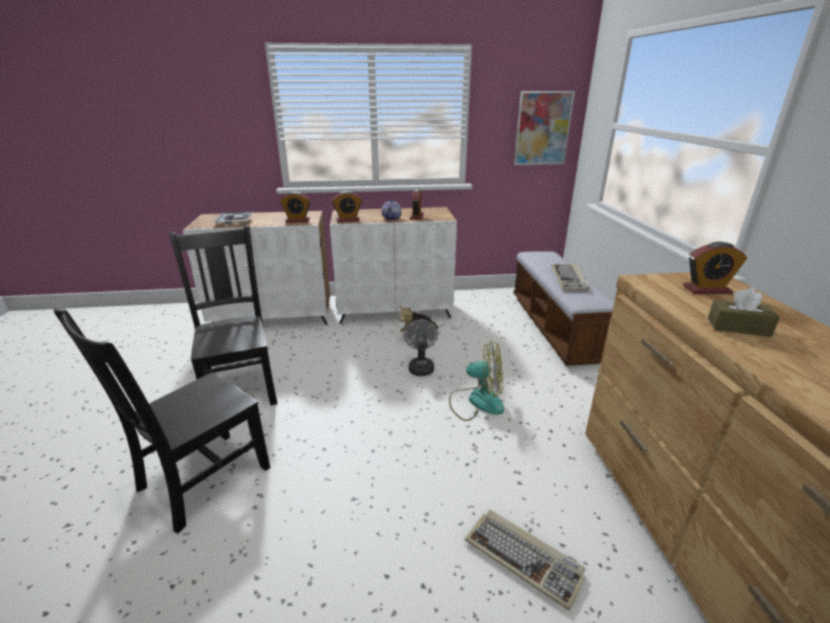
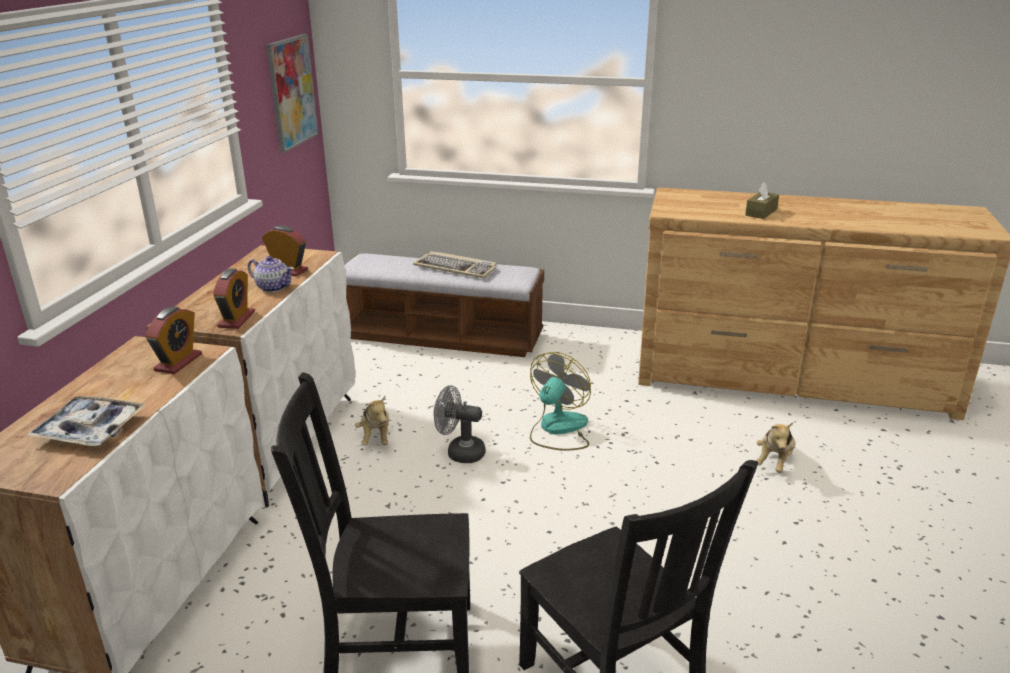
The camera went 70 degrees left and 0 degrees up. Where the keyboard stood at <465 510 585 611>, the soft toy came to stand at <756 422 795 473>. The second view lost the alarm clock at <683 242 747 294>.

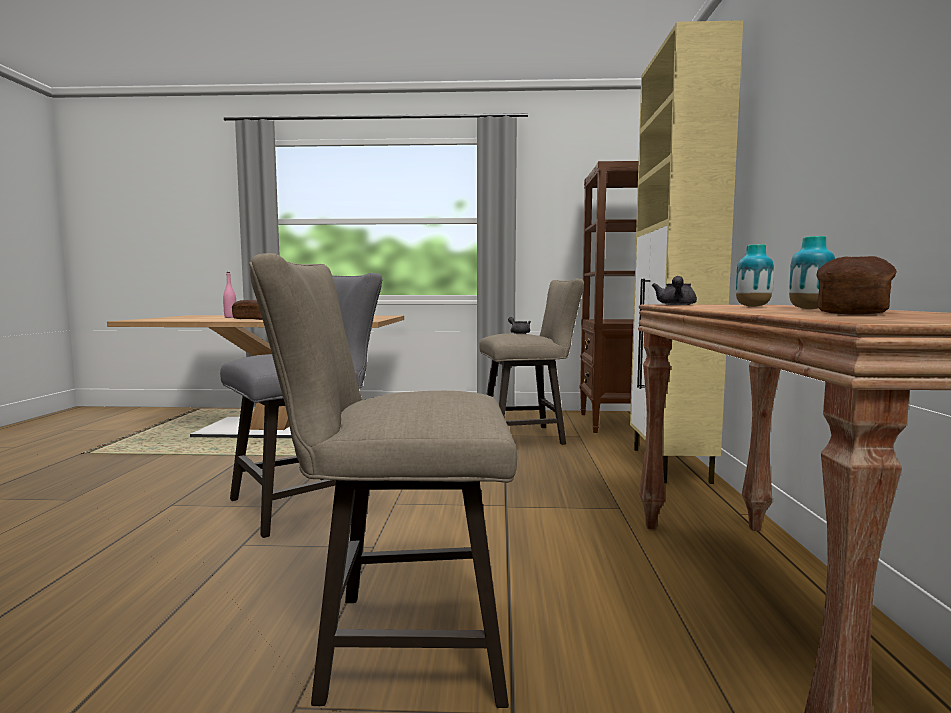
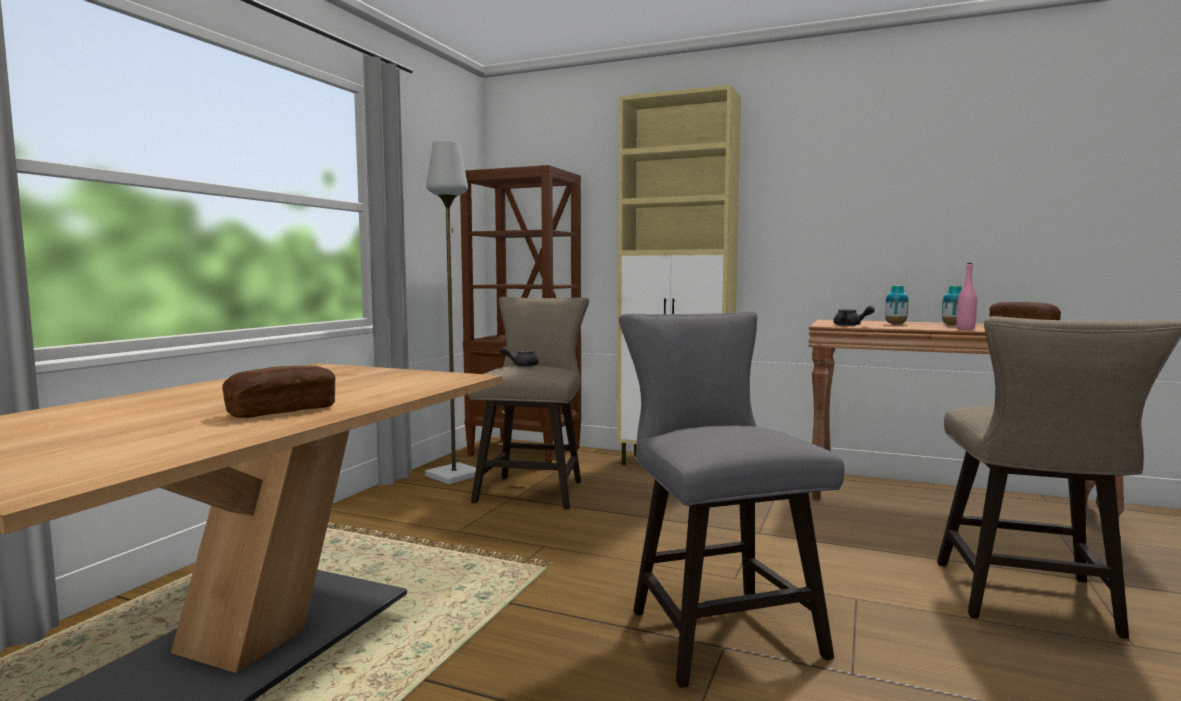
The camera went 70 degrees left and 0 degrees up. The pinkish drink bottle ended up elsewhere, having gone from <223 272 236 318> to <956 263 977 330>. The second view gained the gray standard lamp at <425 141 476 484>.

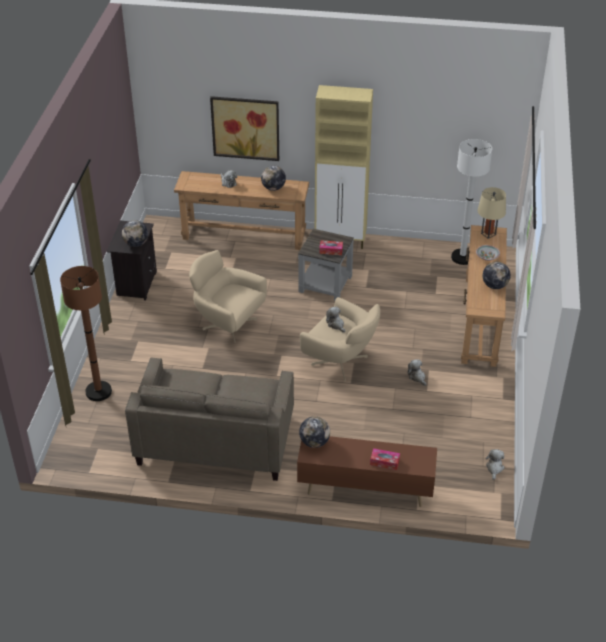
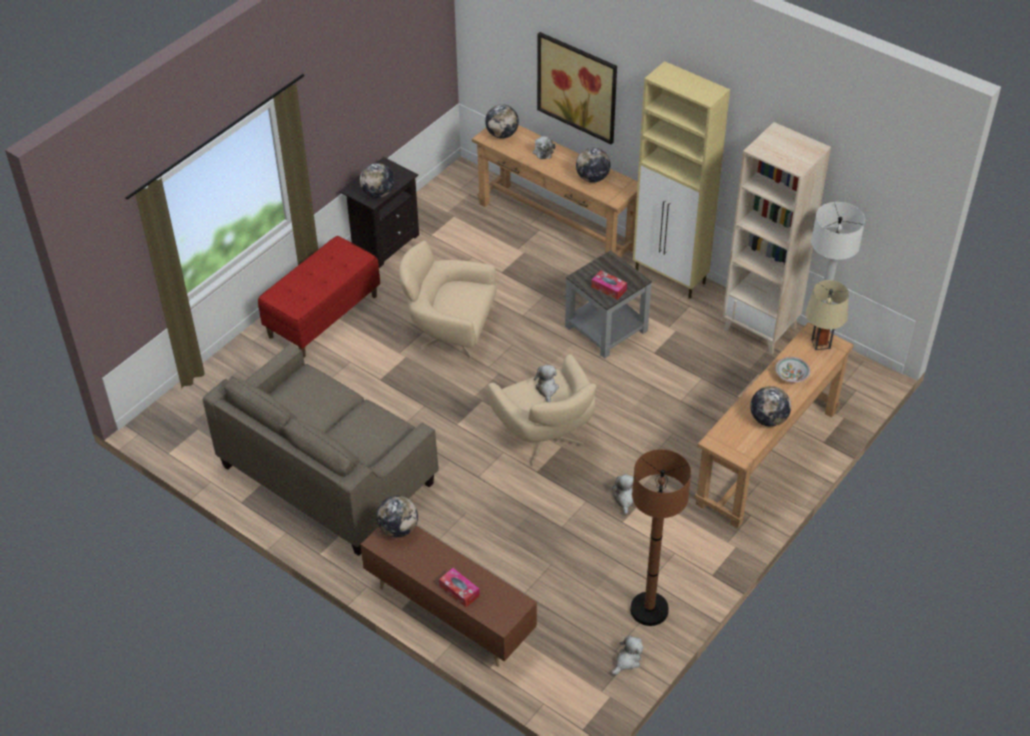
The camera went 30 degrees right and 5 degrees up. The brownish standard lamp ended up elsewhere, having gone from <60 266 112 401> to <630 449 691 626>. The beige easy chair at <189 250 267 342> ended up facing another way, 45 degrees counterclockwise from before. The second view gained the red-coloured long seat at <258 236 380 358>. The second view gained the desk globe at <485 104 519 138>. The second view gained the beige shelving unit at <722 122 831 354>.

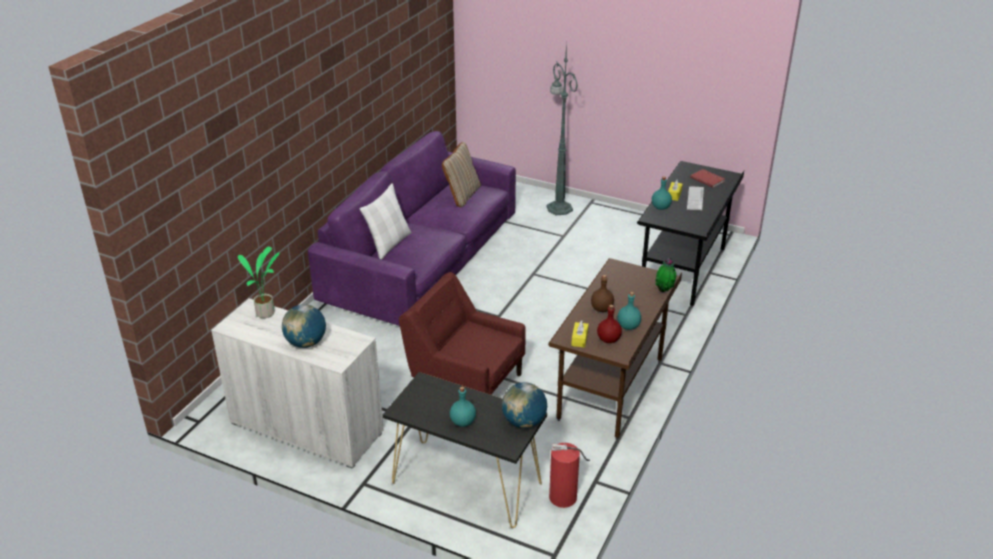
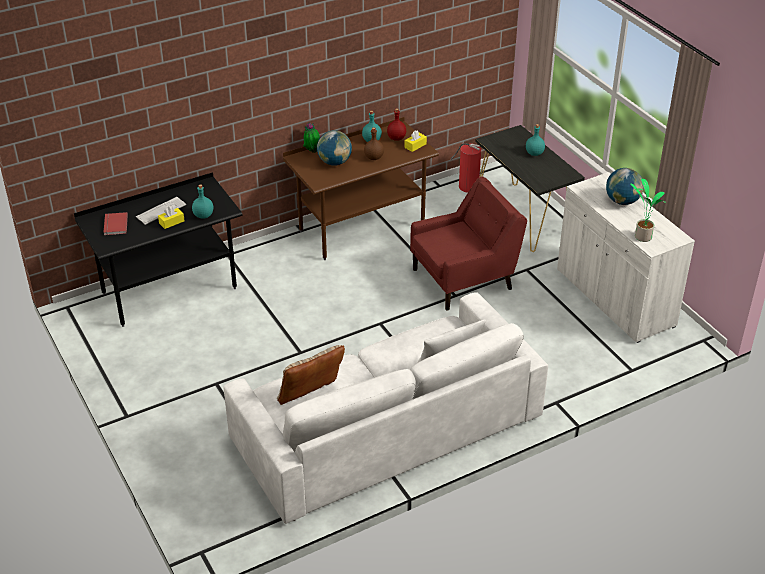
The camera went 145 degrees left and 5 degrees up. What was the purplish sofa at <308 131 516 326> turned into the whitish sofa at <224 292 548 524>. The red-coloured easy chair at <399 272 526 395> ended up facing another way, 90 degrees counterclockwise from before. The desk globe ended up elsewhere, having gone from <502 382 547 428> to <317 130 352 166>. The second view lost the green standard lamp at <546 43 578 215>.

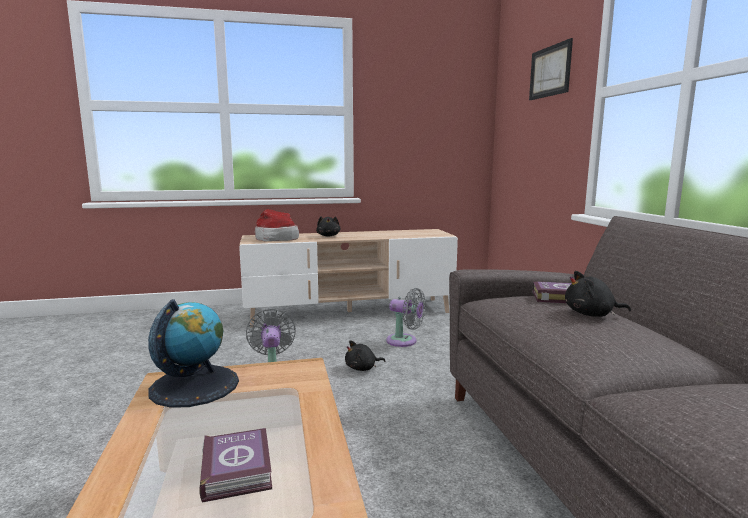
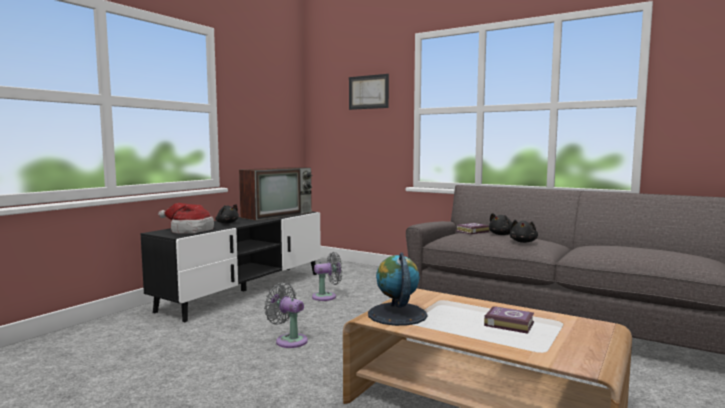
The camera went 45 degrees left and 5 degrees down. What was the beige tv stand at <239 229 458 327> turned into the black-coloured tv stand at <140 212 321 322>. The black-coloured soft toy ended up elsewhere, having gone from <345 340 385 371> to <510 220 538 243>. The second view gained the TV at <239 167 312 220>.

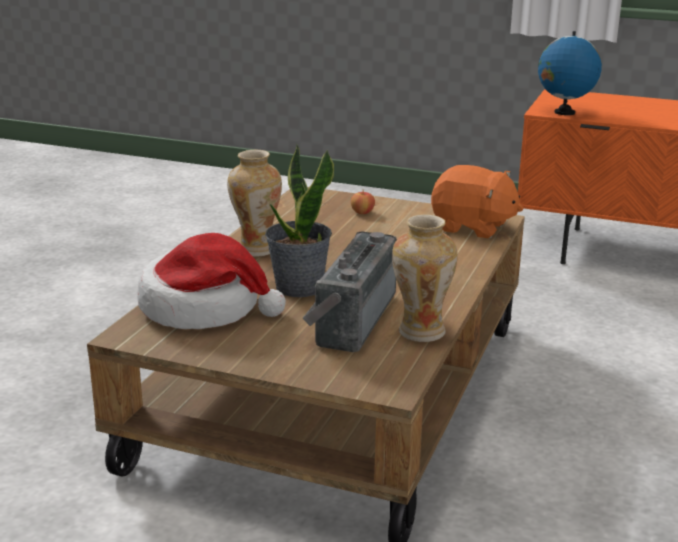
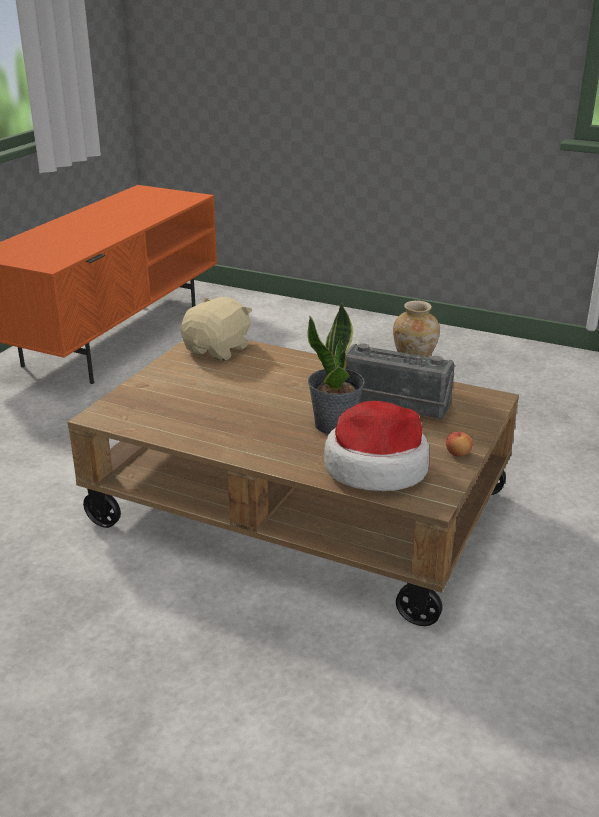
The camera went 85 degrees left and 5 degrees up. The second view lost the vase at <227 150 282 256>. The apple ended up elsewhere, having gone from <351 192 375 214> to <446 431 472 457>. What was the orange-coloured soft toy at <431 165 523 238> turned into the beige soft toy at <181 297 252 361>. The second view lost the desk globe at <538 31 602 115>.

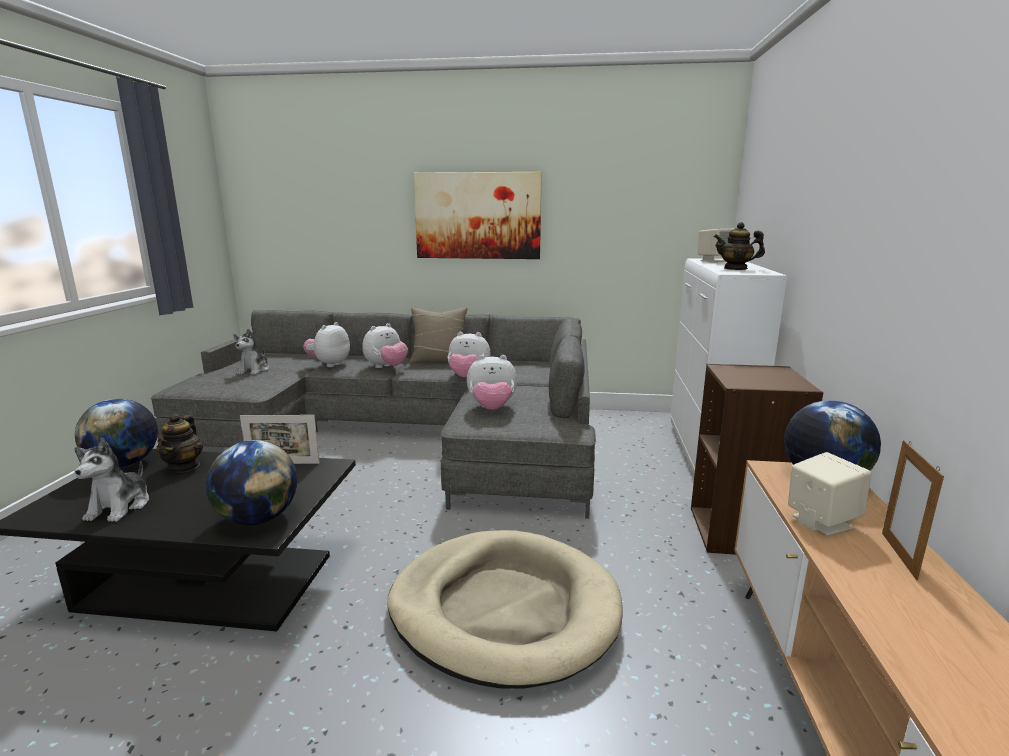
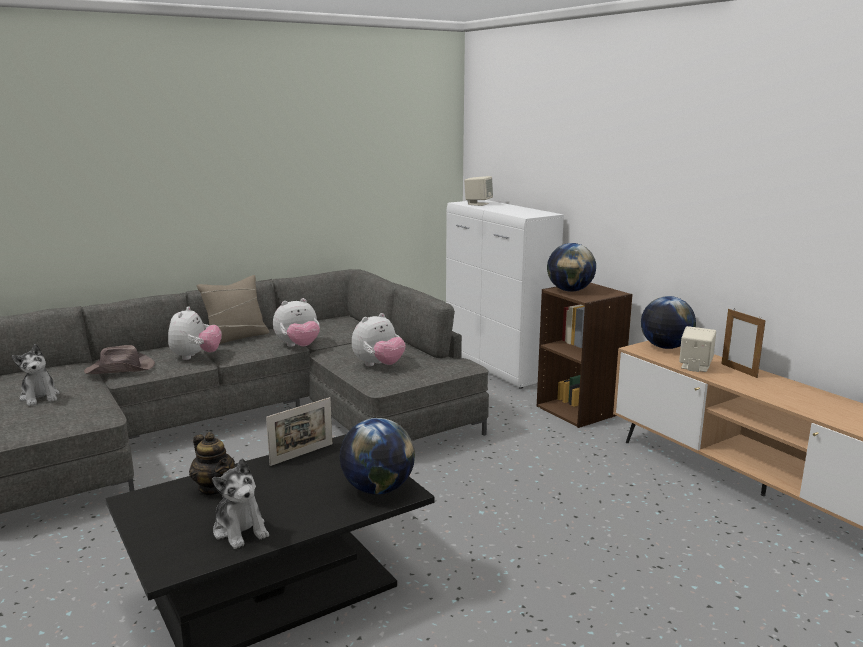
The camera went 40 degrees left and 0 degrees up. The desk globe ended up elsewhere, having gone from <75 399 158 468> to <547 243 596 292>. Where the soft toy stood at <303 322 350 367>, the brownish wearable hat came to stand at <84 345 155 374>. The second view lost the beige dog bed at <388 530 623 689>. The second view lost the wall picture at <413 172 542 259>. The second view lost the tea pot at <714 222 765 270>.

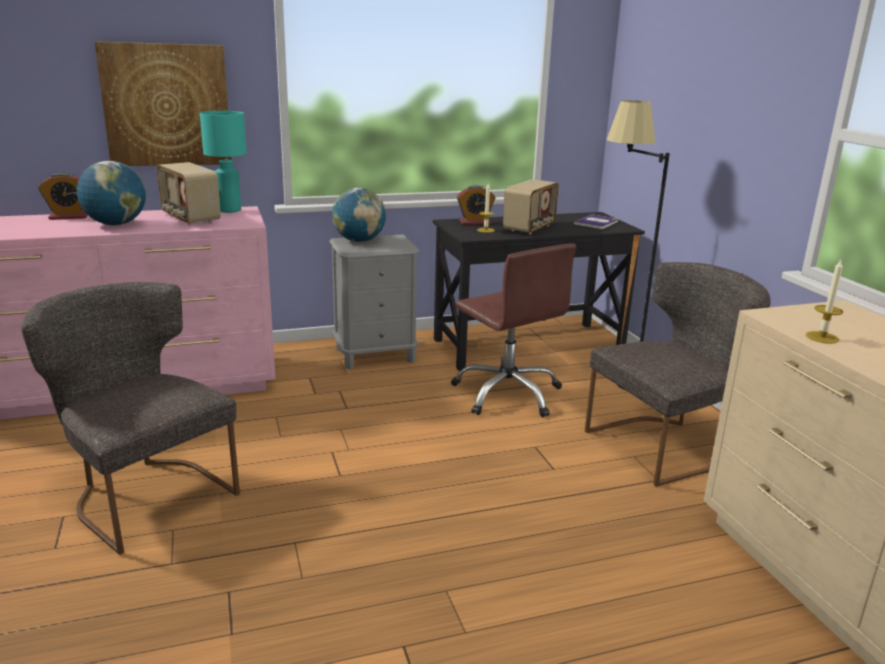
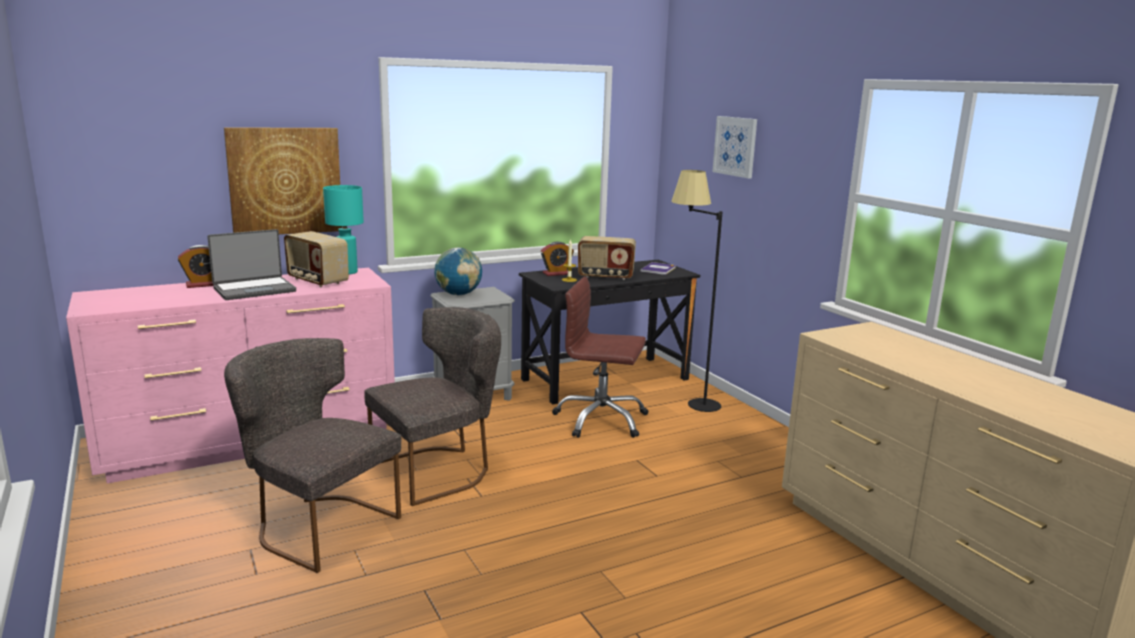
The camera went 10 degrees left and 5 degrees down. Where the desk globe stood at <77 161 146 226>, the laptop came to stand at <207 229 296 300>. The brownish computer chair at <451 243 576 417> ended up facing another way, 150 degrees clockwise from before. The radio at <503 179 559 234> ended up facing another way, 75 degrees clockwise from before. The gray chair ended up elsewhere, having gone from <585 262 770 487> to <364 307 501 506>. The second view lost the wax candle at <806 260 844 344>. The second view gained the wall picture at <712 116 757 179>.

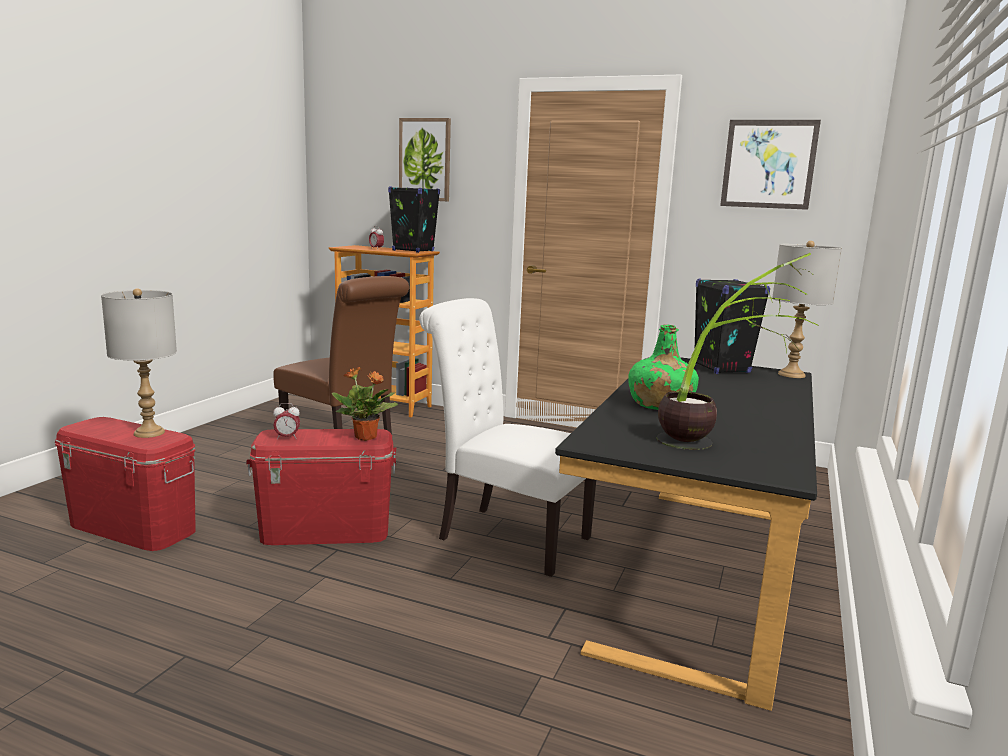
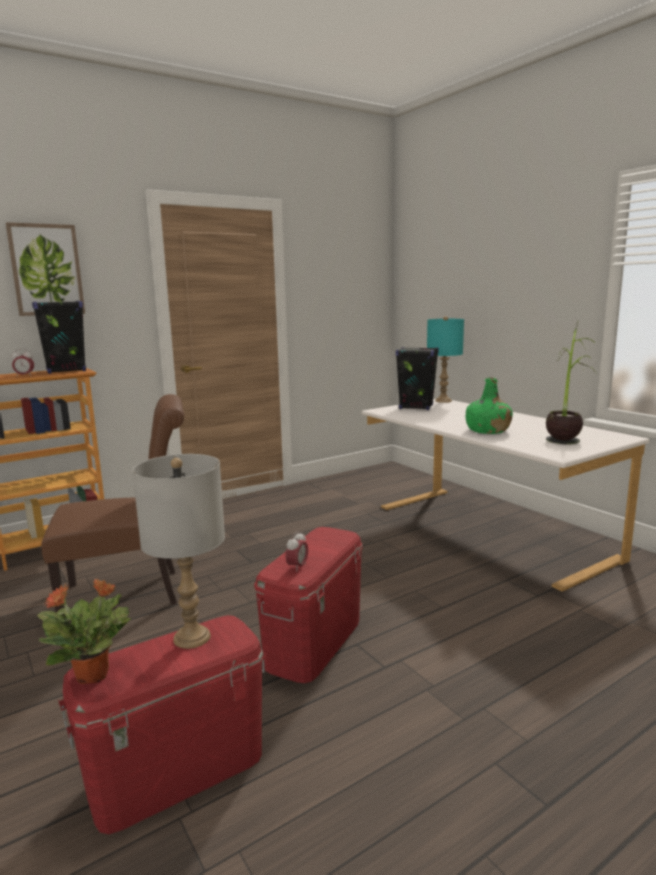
The camera went 55 degrees left and 0 degrees up. The houseplant ended up elsewhere, having gone from <332 367 398 441> to <37 579 131 684>. The second view lost the whitish chair at <419 298 596 577>. What was the black-coloured desk at <555 357 817 711> turned into the whitish desk at <362 399 650 592>. The second view lost the wall picture at <720 120 821 210>. What was the gray lamp for a table at <772 241 842 378> turned into the turquoise-coloured lamp for a table at <427 316 464 403>.

